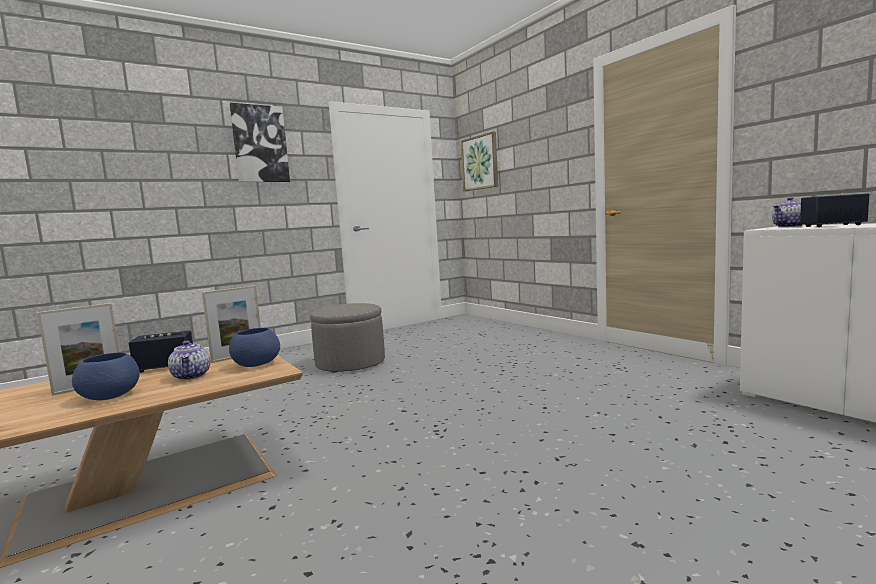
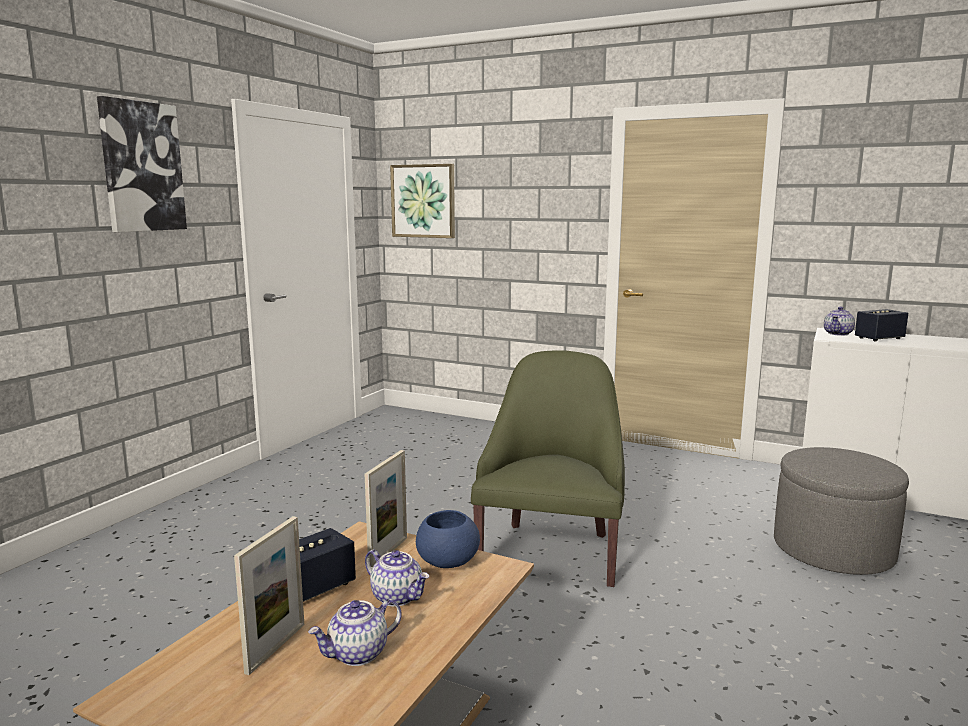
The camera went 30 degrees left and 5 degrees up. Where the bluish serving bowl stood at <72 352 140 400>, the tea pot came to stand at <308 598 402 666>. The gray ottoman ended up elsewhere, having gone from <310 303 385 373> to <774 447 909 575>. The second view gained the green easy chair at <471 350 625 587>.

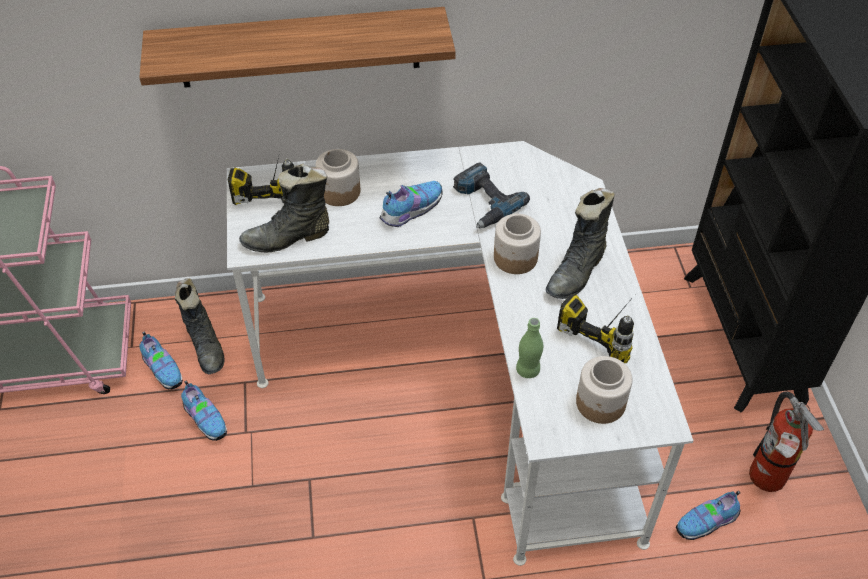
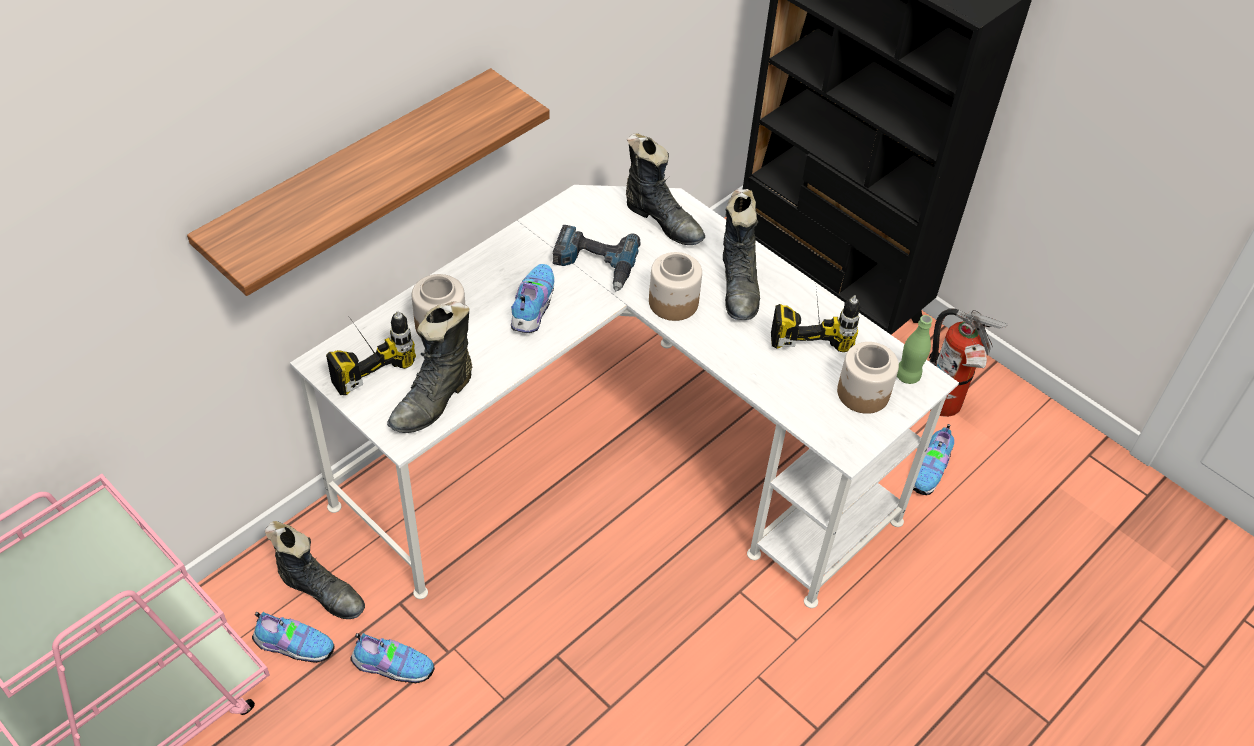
The camera went 40 degrees left and 0 degrees up. The green drink bottle ended up elsewhere, having gone from <516 318 543 378> to <897 315 932 384>. The second view gained the black-coloured high-top boot at <626 133 705 245>.

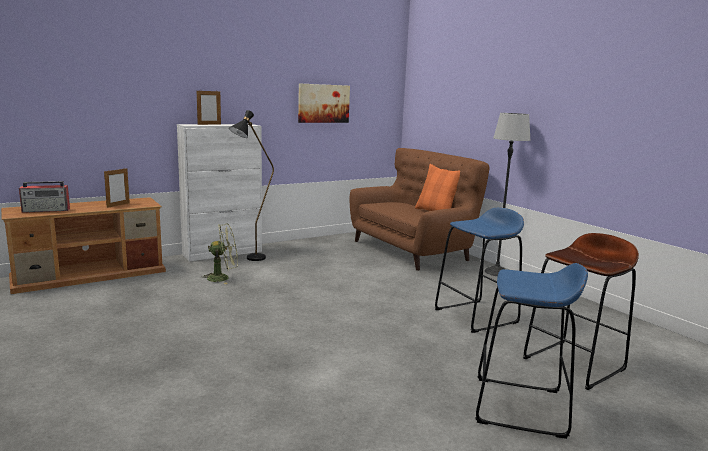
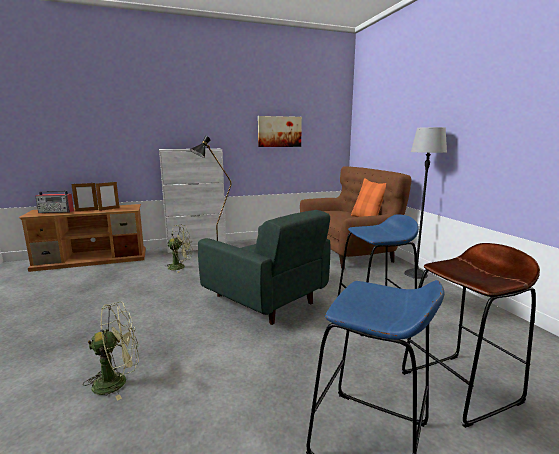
The camera went 15 degrees right and 0 degrees up. The photo frame ended up elsewhere, having gone from <197 91 221 125> to <71 183 98 211>. The second view gained the green electric fan at <83 302 139 401>. The second view gained the green easy chair at <198 210 330 325>.

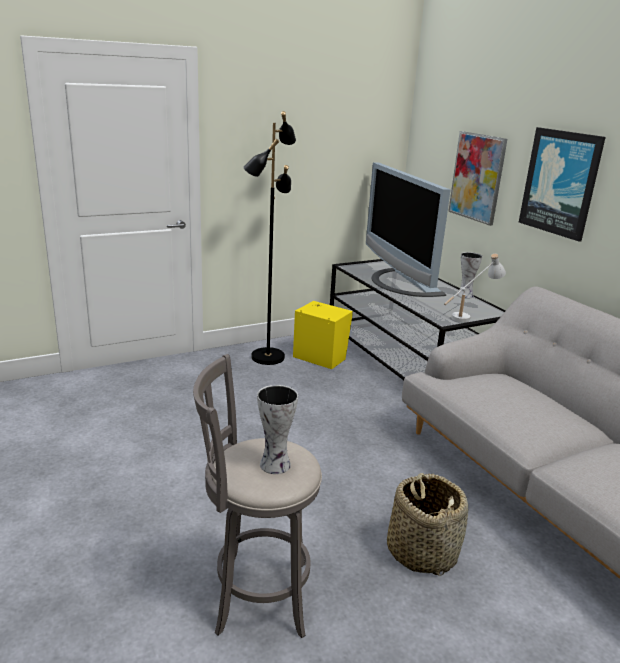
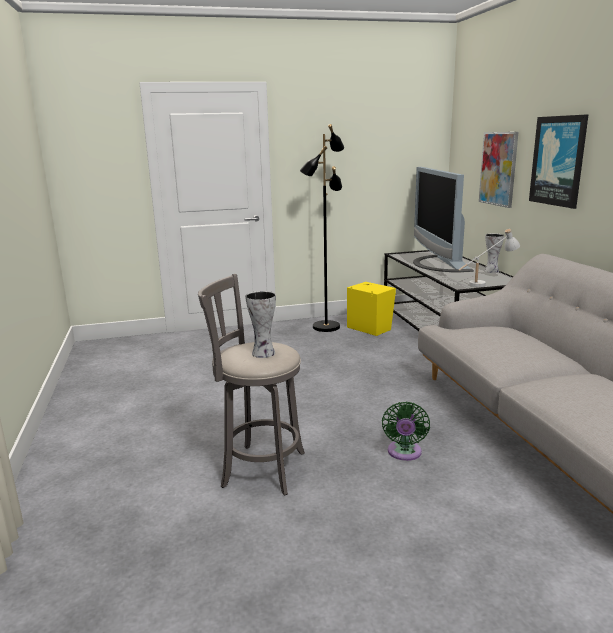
The camera went 15 degrees right and 5 degrees down. Where the storage basket stood at <387 473 468 576>, the green electric fan came to stand at <382 401 430 461>.

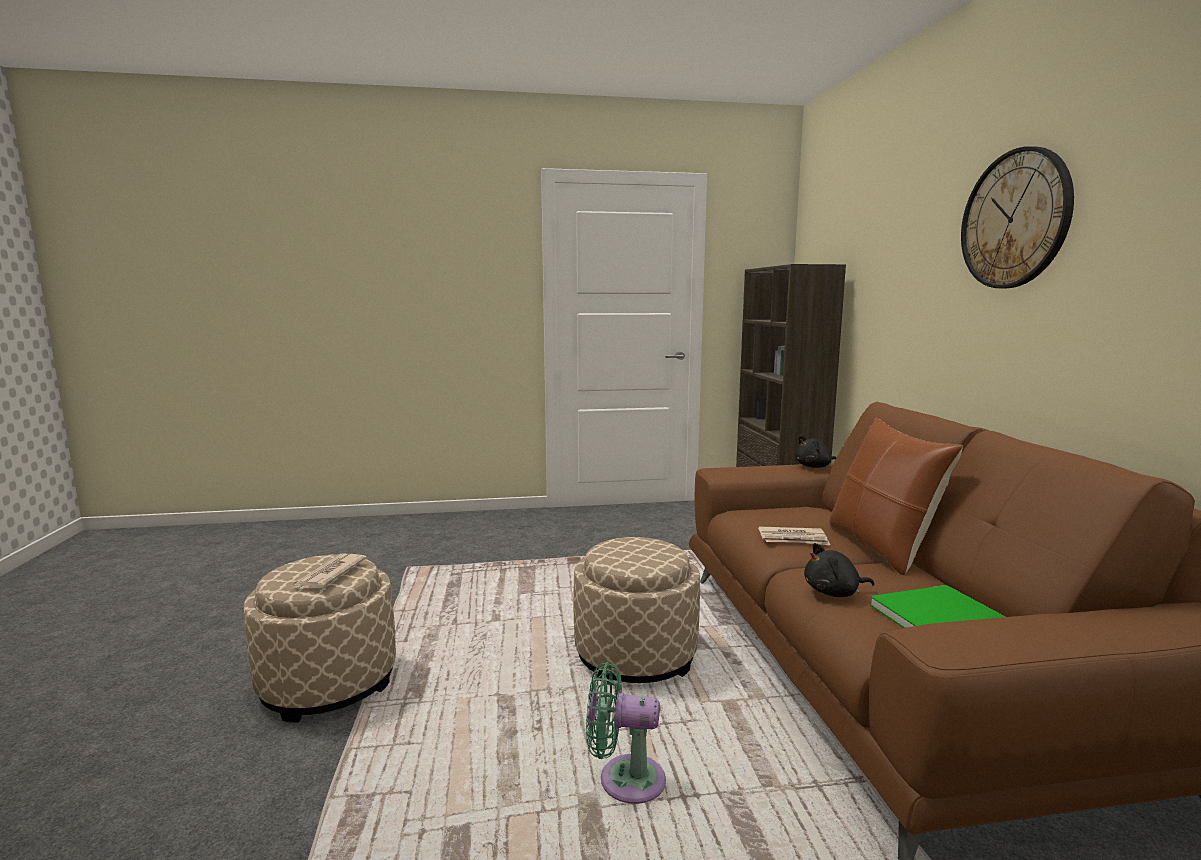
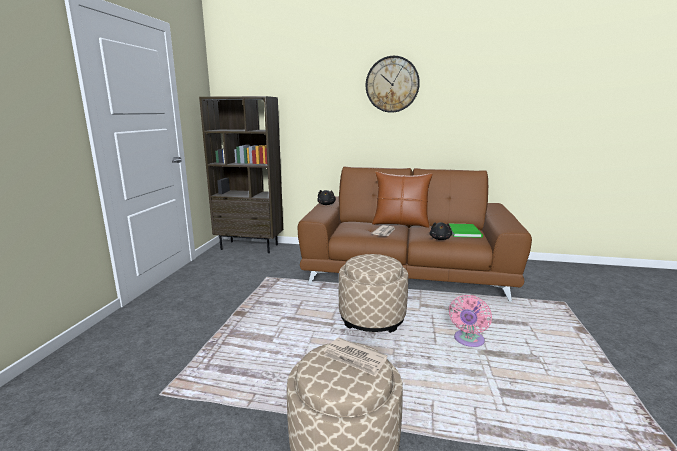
The camera went 70 degrees left and 5 degrees up. What was the green electric fan at <586 662 666 804> turned into the pinkish electric fan at <449 295 492 347>.

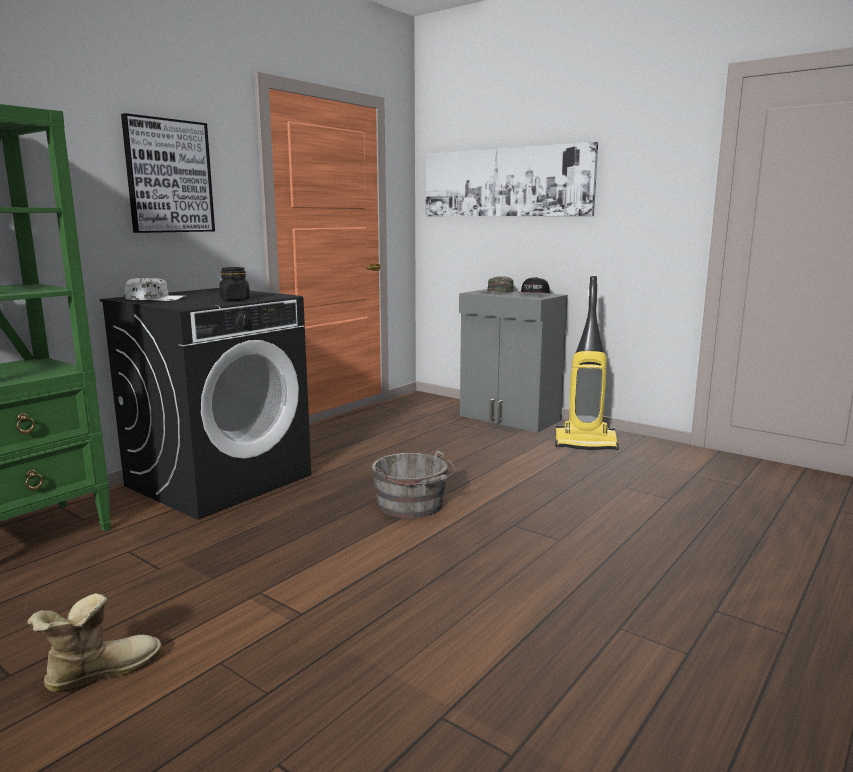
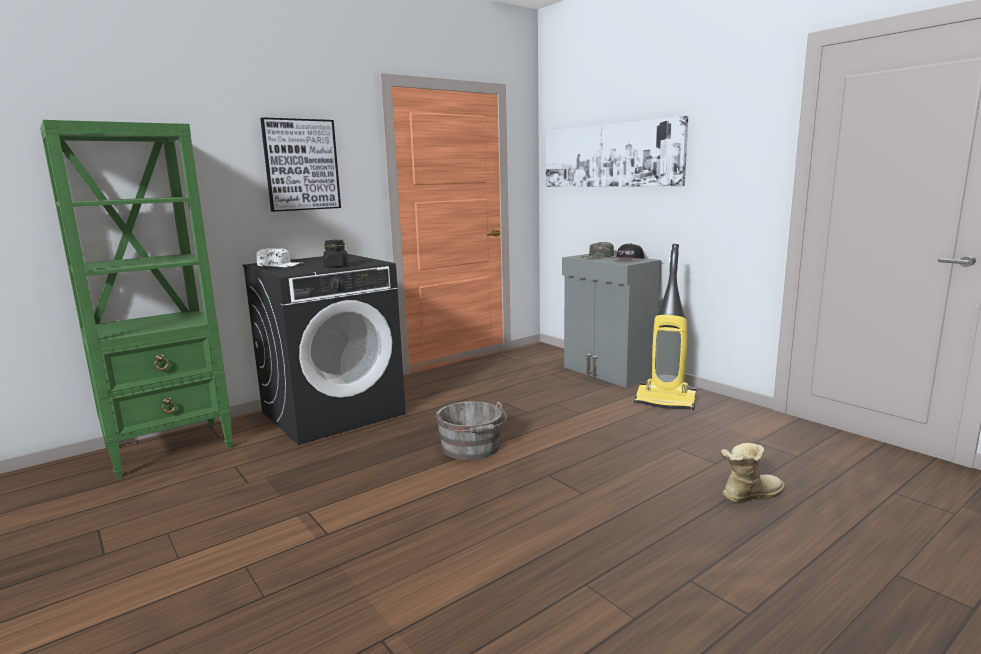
The camera went 15 degrees right and 0 degrees up. The high-top boot ended up elsewhere, having gone from <27 593 162 692> to <720 443 785 503>.

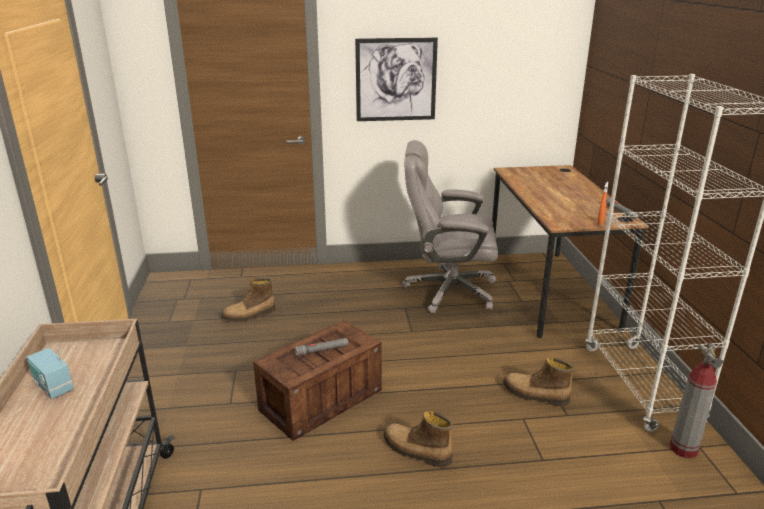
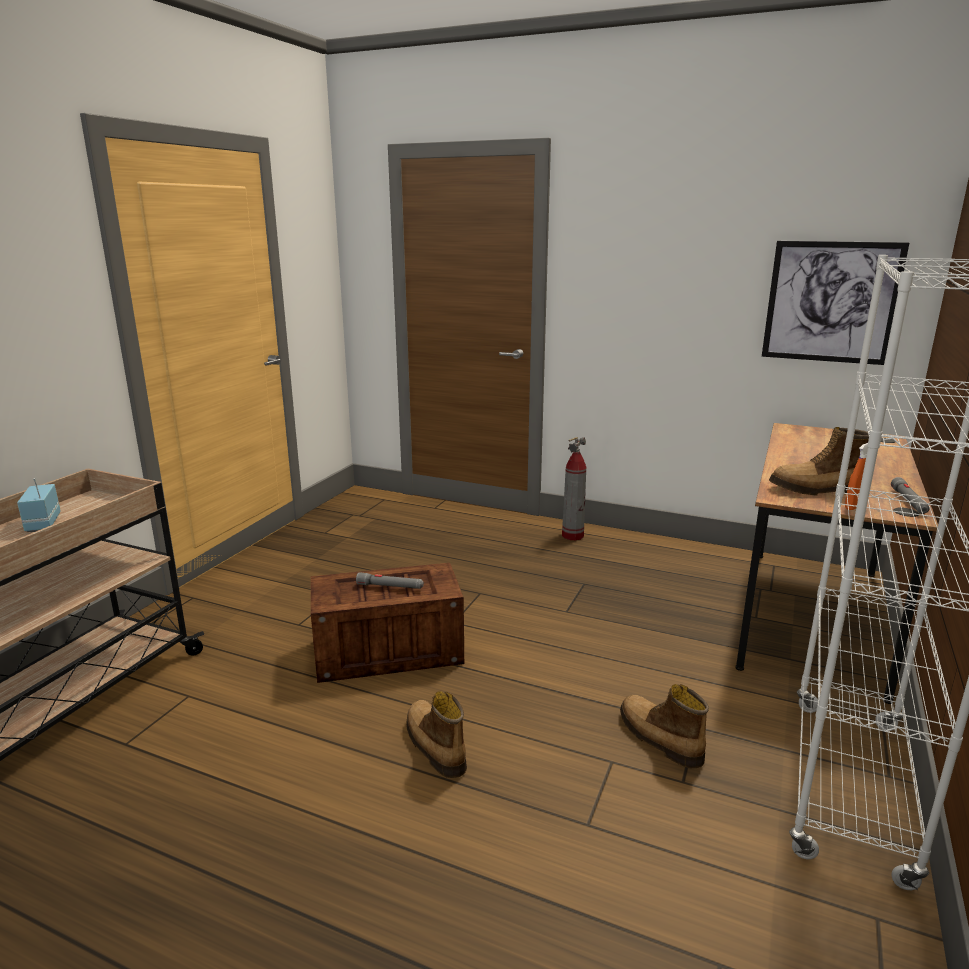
The camera went 30 degrees right and 5 degrees down. The high-top boot ended up elsewhere, having gone from <221 278 275 322> to <769 427 869 496>. The wall picture ended up elsewhere, having gone from <355 38 438 121> to <762 241 909 365>. The second view lost the gray computer chair at <402 140 498 314>. The fire extinguisher ended up elsewhere, having gone from <669 343 724 458> to <562 437 586 540>.

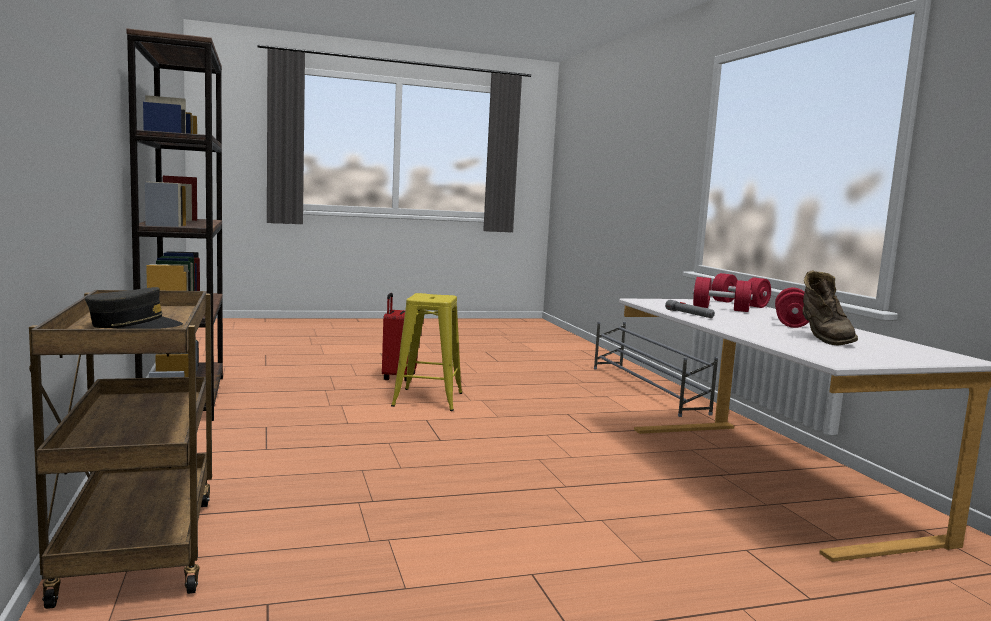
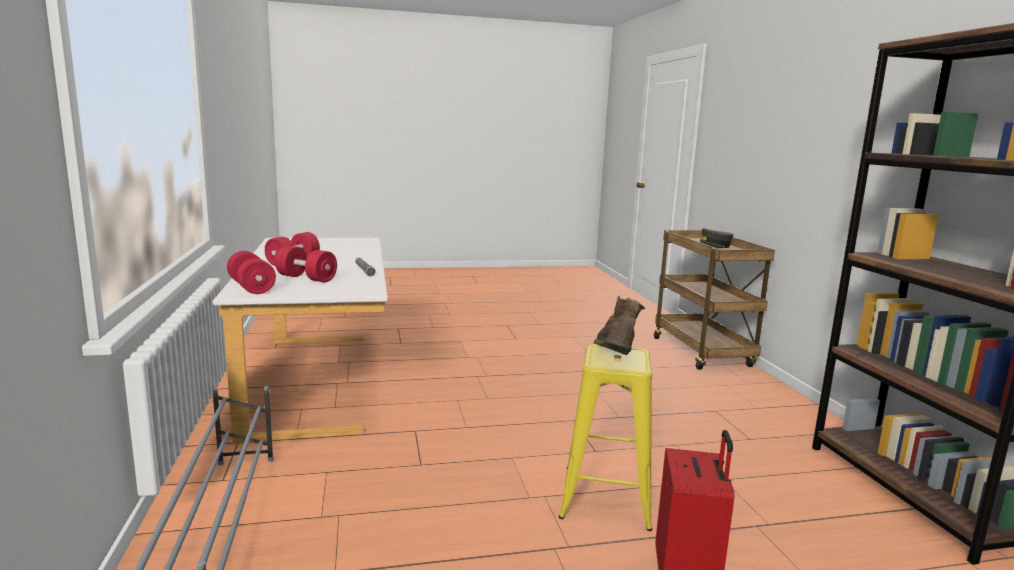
The camera went 175 degrees left and 5 degrees up. The brownish high-top boot ended up elsewhere, having gone from <803 270 858 346> to <594 295 645 355>.

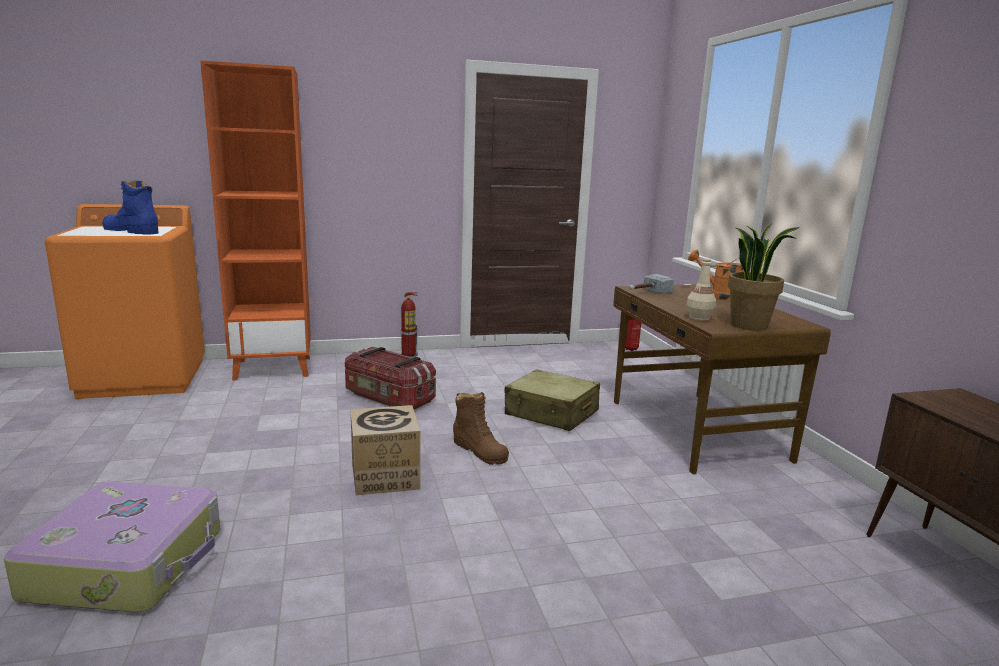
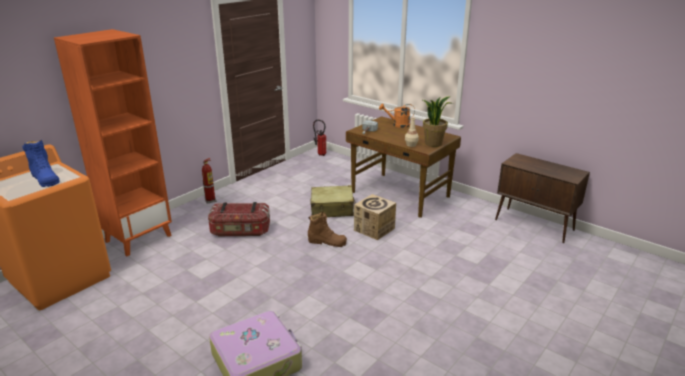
The camera went 35 degrees left and 10 degrees up. The bluish high-top boot at <102 181 159 235> ended up facing another way, 120 degrees counterclockwise from before. The cardboard box ended up elsewhere, having gone from <350 405 421 495> to <354 194 396 240>.

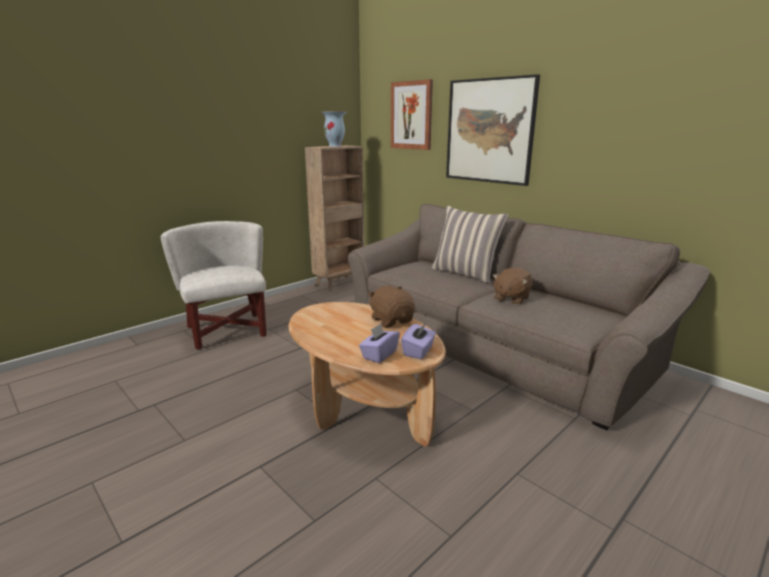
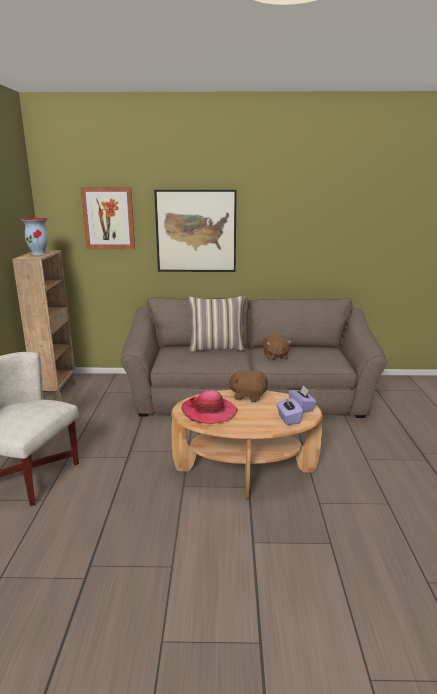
The camera went 45 degrees left and 0 degrees up. The second view gained the wearable hat at <182 390 238 424>.

